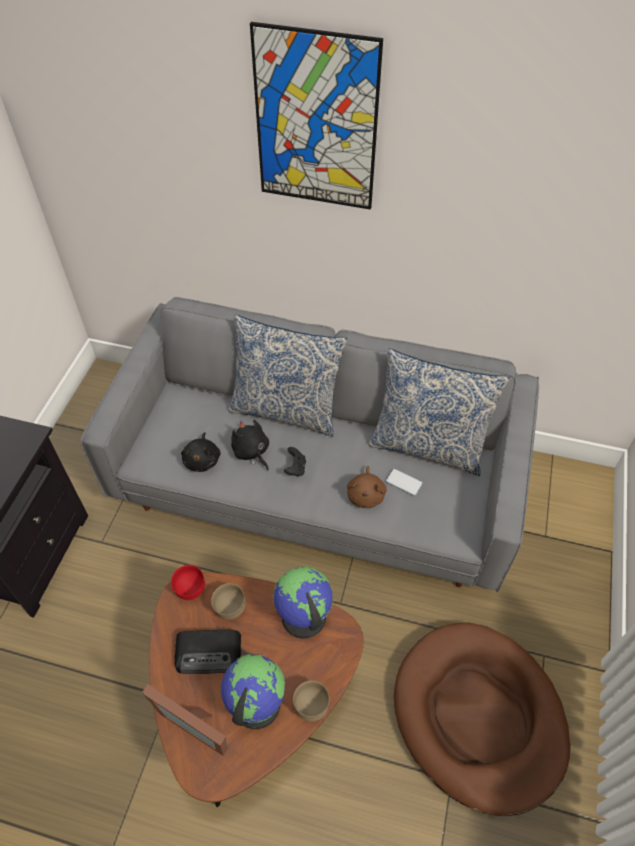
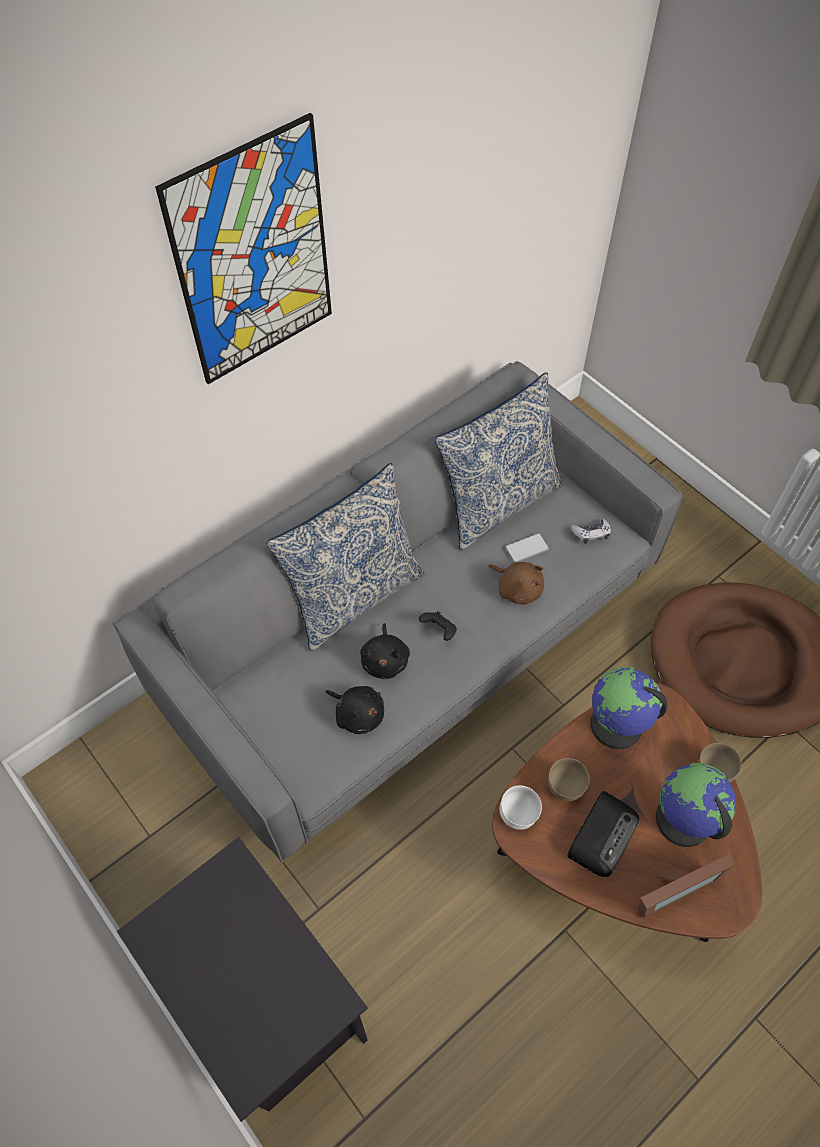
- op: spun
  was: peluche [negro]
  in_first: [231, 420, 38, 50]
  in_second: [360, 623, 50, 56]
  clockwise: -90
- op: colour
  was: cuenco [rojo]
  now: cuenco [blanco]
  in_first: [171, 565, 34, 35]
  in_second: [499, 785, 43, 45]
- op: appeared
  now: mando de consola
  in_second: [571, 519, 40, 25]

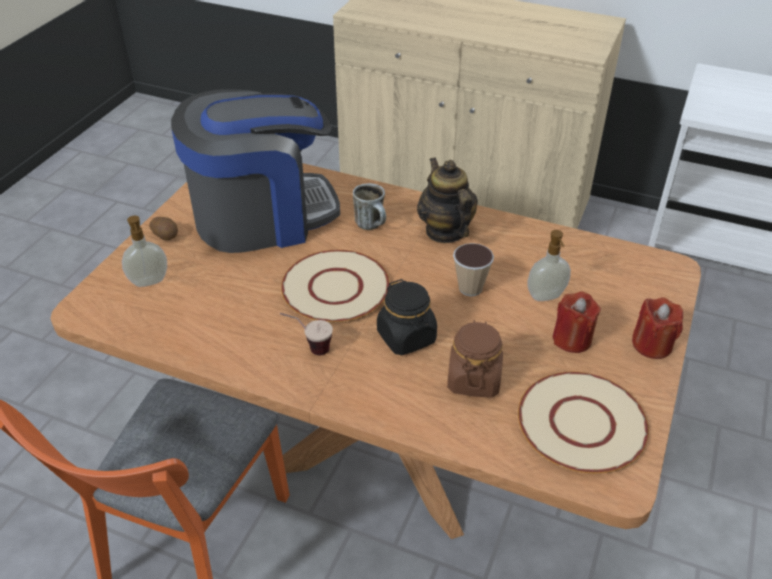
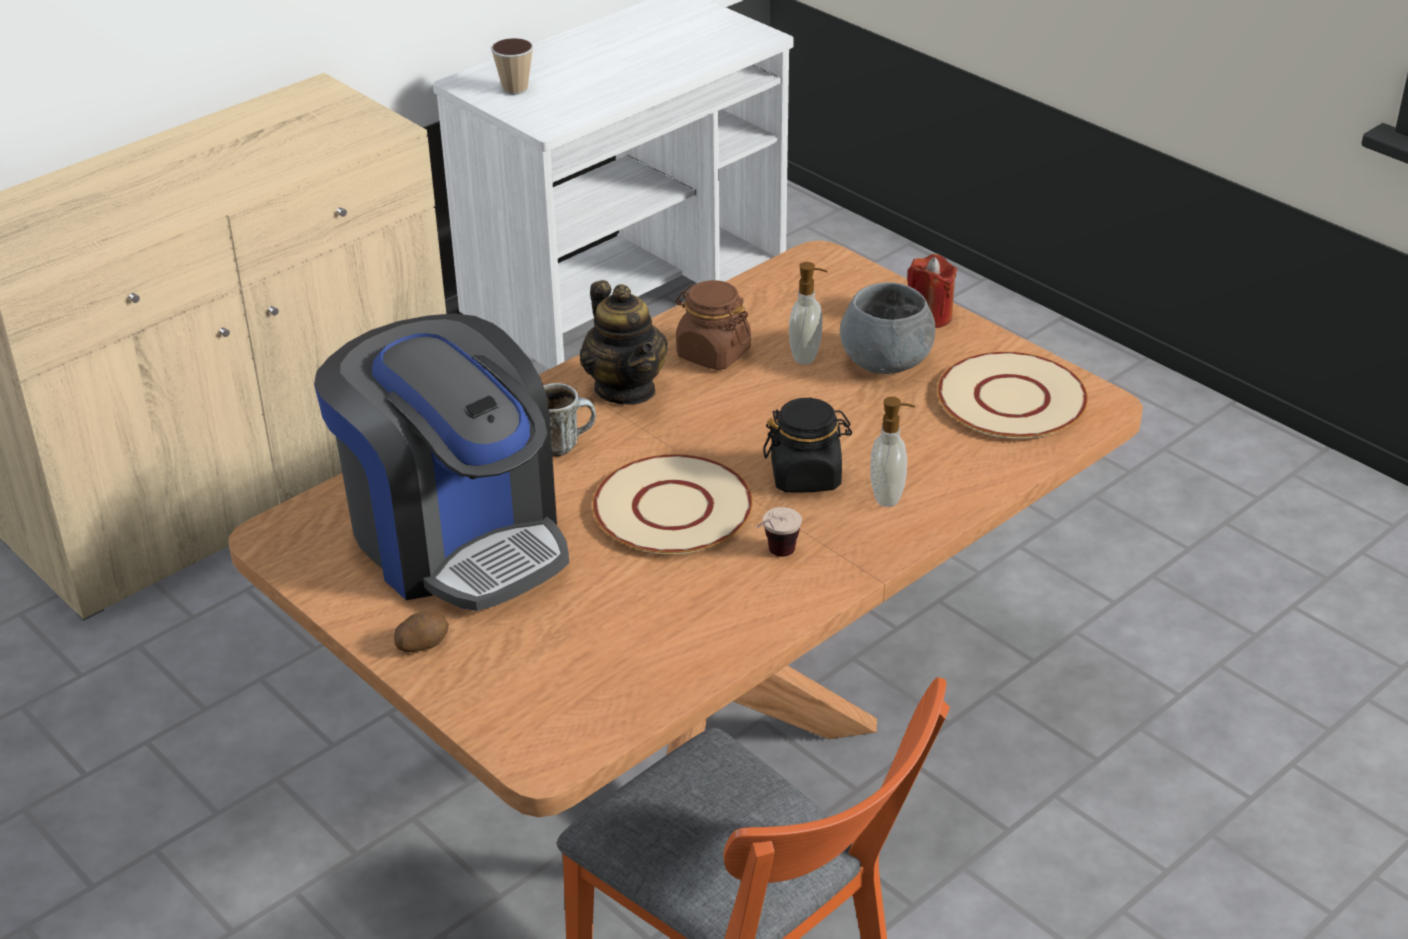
- op: spun
  was: cafetera
  in_first: [171, 89, 169, 164]
  in_second: [314, 313, 255, 298]
  clockwise: 135
- op: spun
  was: tetera
  in_first: [417, 157, 61, 86]
  in_second: [580, 280, 88, 125]
  clockwise: -120
- op: relocated
  was: dispensador de jabón
  in_first: [122, 216, 45, 71]
  in_second: [870, 397, 45, 110]
- op: relocated
  was: taza
  in_first: [453, 243, 41, 53]
  in_second: [491, 38, 42, 57]
- op: exchanged
  was: vela [rojo]
  now: cuenco [gris]
  in_first: [553, 292, 48, 61]
  in_second: [840, 282, 95, 92]
- op: relocated
  was: tarro [marrón]
  in_first: [447, 320, 56, 78]
  in_second: [675, 280, 76, 90]

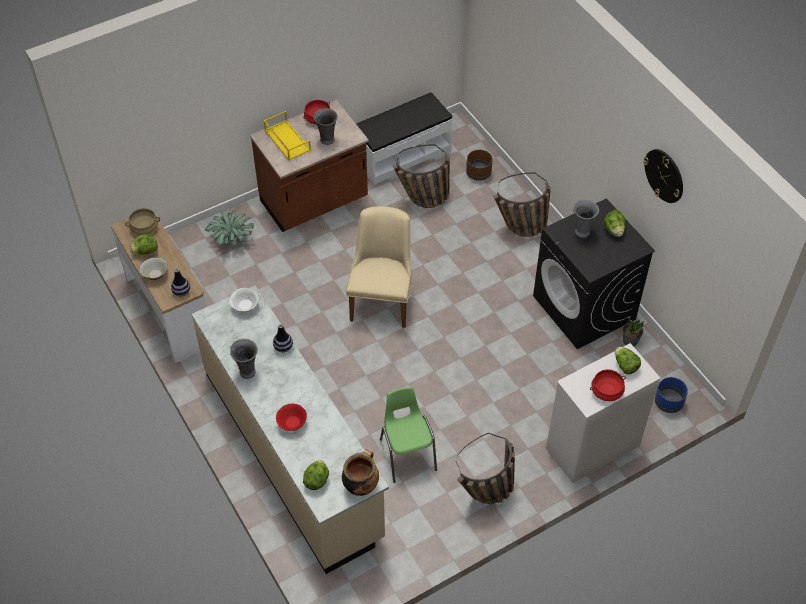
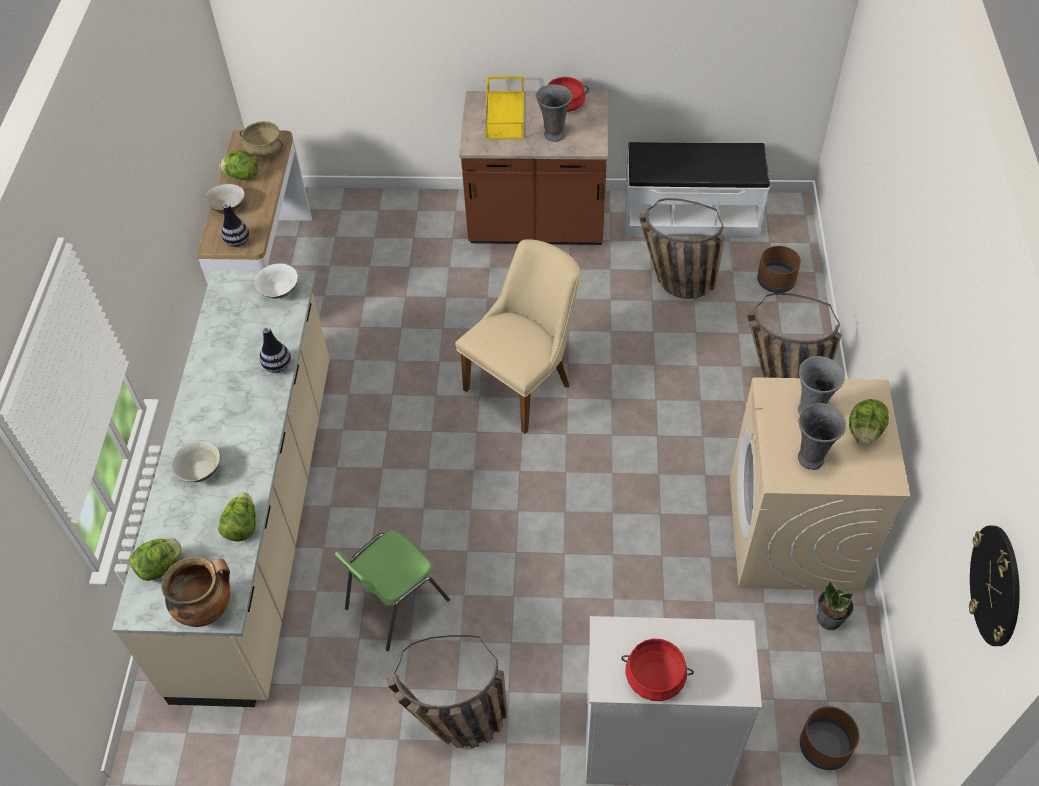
- op: relocated
  was: reloj de pared
  in_first: [643, 149, 40, 54]
  in_second: [969, 526, 51, 120]
- op: colour
  was: lavadora [negro]
  now: lavadora [beis]
  in_first: [533, 198, 122, 151]
  in_second: [730, 377, 180, 214]
- op: missing
  was: planta en maceta
  in_first: [205, 211, 49, 35]
- op: relocated
  was: florero [gris]
  in_first: [230, 339, 28, 40]
  in_second: [798, 403, 48, 67]
- op: relocated
  was: lechuga
  in_first: [615, 347, 26, 28]
  in_second: [218, 492, 38, 50]
- op: colour
  was: maceta [azul]
  now: maceta [marrón]
  in_first: [655, 377, 33, 36]
  in_second: [800, 706, 59, 64]
- op: spun
  was: silla [verde]
  in_first: [380, 387, 57, 96]
  in_second: [335, 530, 115, 121]
  clockwise: -150
- op: colour
  was: cuenco [rojo]
  now: cuenco [beis]
  in_first: [276, 404, 31, 27]
  in_second: [172, 440, 48, 42]

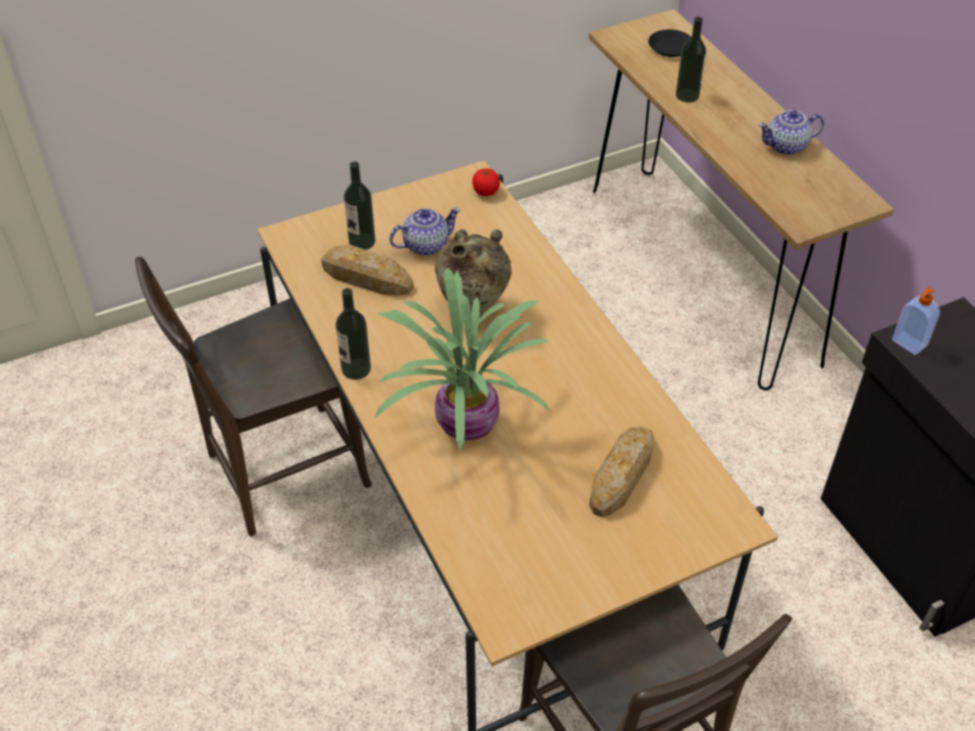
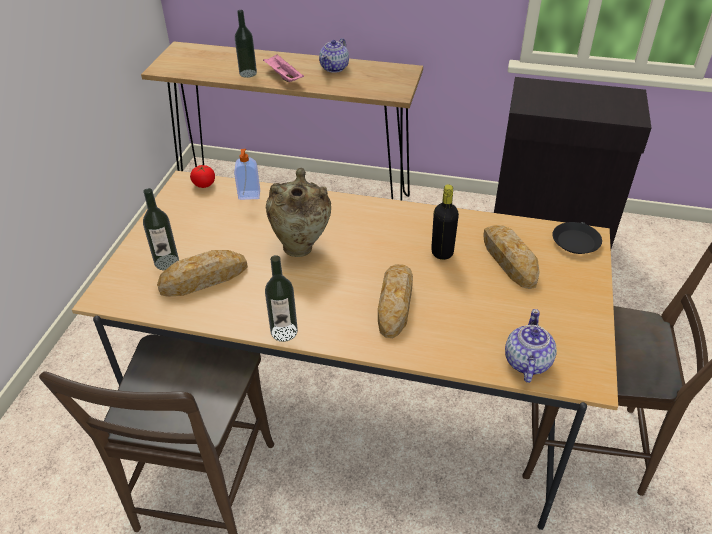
- op: relocated
  was: plato [negro]
  in_first: [648, 29, 43, 28]
  in_second: [552, 222, 50, 32]
- op: relocated
  was: tetera
  in_first: [389, 207, 72, 49]
  in_second: [505, 309, 52, 74]
- op: exchanged
  was: planta en maceta
  now: pan
  in_first: [374, 268, 177, 184]
  in_second: [378, 264, 35, 74]
- op: relocated
  was: dispensador de jabón
  in_first: [892, 287, 48, 68]
  in_second: [234, 149, 26, 51]
- op: appeared
  now: bandeja [rosa]
  in_second: [263, 54, 41, 28]
- op: appeared
  now: botella [negro]
  in_second: [431, 184, 28, 76]

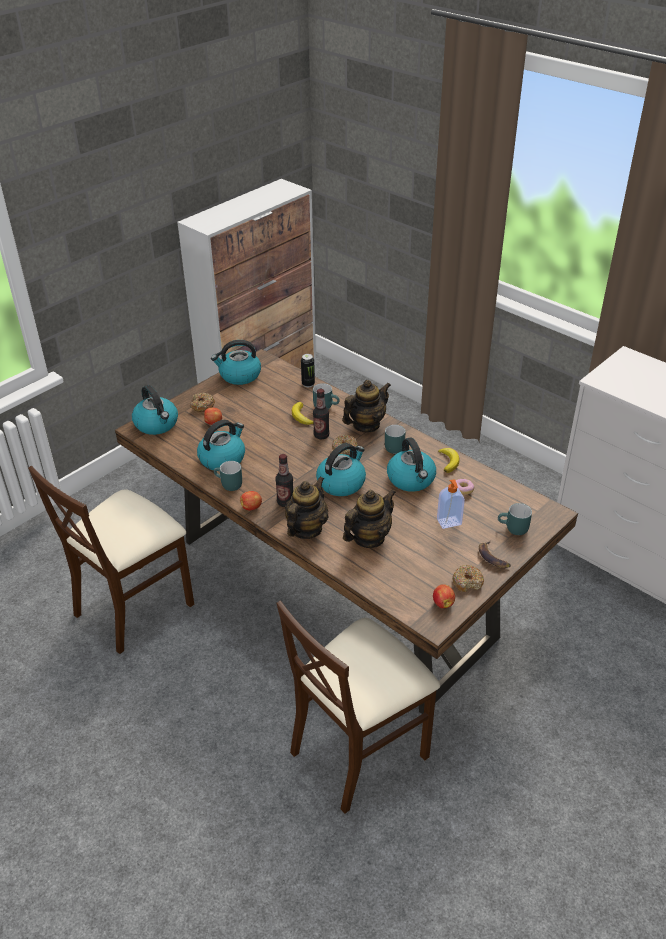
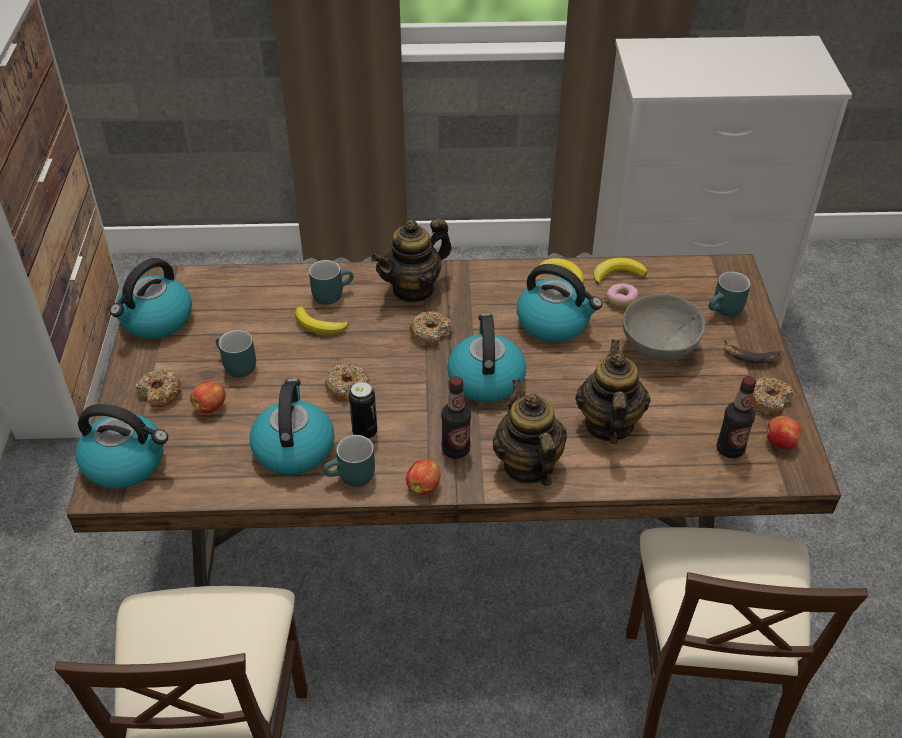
- op: relocated
  was: lata
  in_first: [301, 354, 14, 33]
  in_second: [349, 382, 28, 57]
- op: spun
  was: tetera
  in_first: [342, 380, 49, 52]
  in_second: [371, 218, 81, 85]
  clockwise: -135
- op: relocated
  was: botella
  in_first: [313, 389, 16, 50]
  in_second: [716, 376, 40, 82]
- op: relocated
  was: taza grande [turquesa]
  in_first: [385, 425, 21, 29]
  in_second: [216, 330, 40, 47]
- op: exchanged
  was: dispensador de jabón
  now: cuenco [gris]
  in_first: [437, 479, 28, 50]
  in_second: [623, 294, 82, 67]
- op: appeared
  now: plátano
  in_second: [593, 258, 54, 27]
- op: appeared
  now: rosquilla
  in_second: [325, 363, 44, 39]

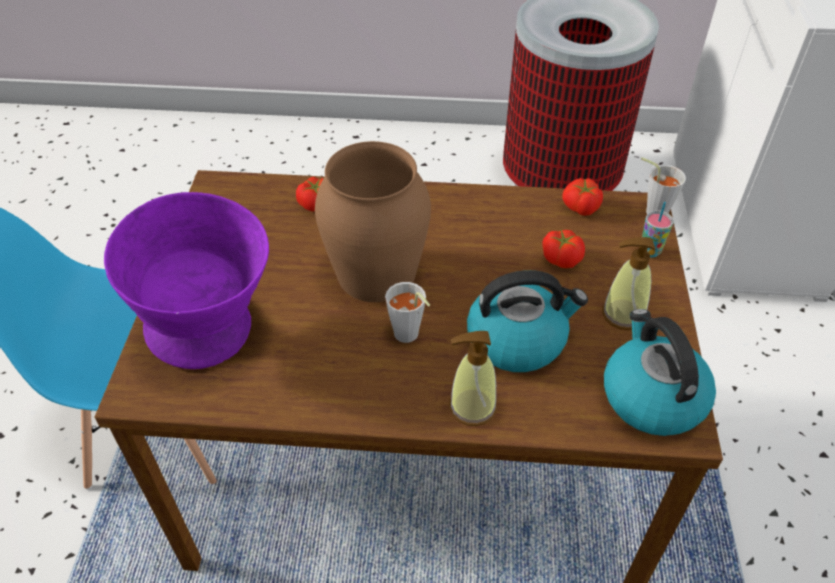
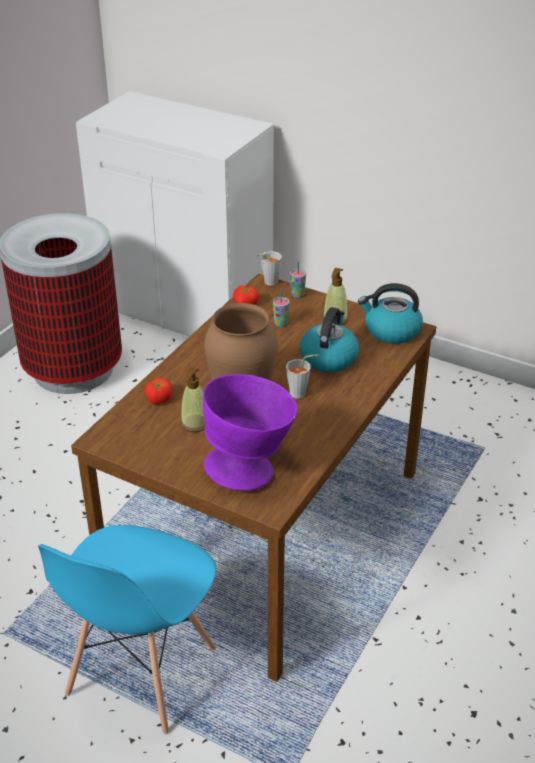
- op: exchanged
  was: tomate
  now: taza
  in_first: [542, 230, 43, 38]
  in_second: [273, 290, 16, 37]
- op: relocated
  was: dispensador de jabón
  in_first: [449, 331, 48, 95]
  in_second: [181, 368, 24, 64]

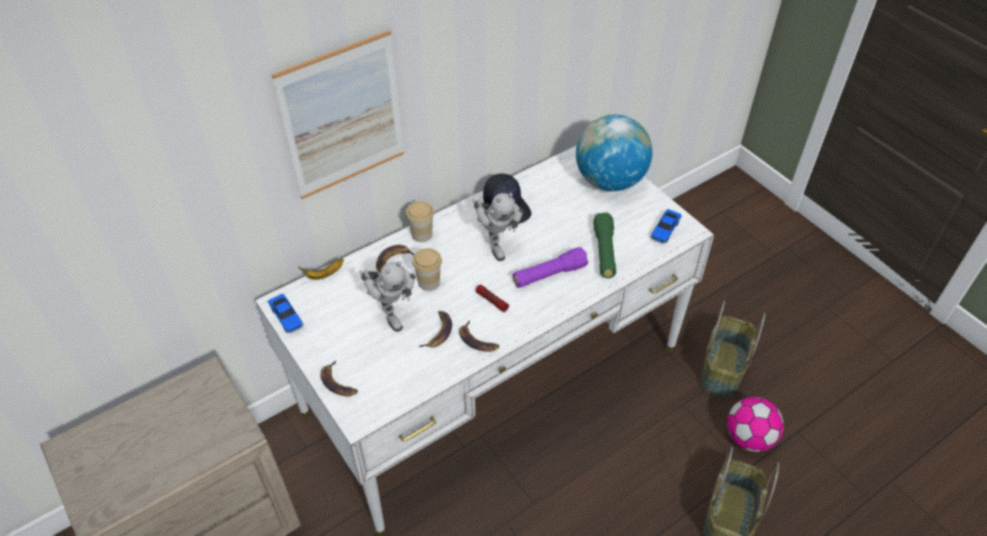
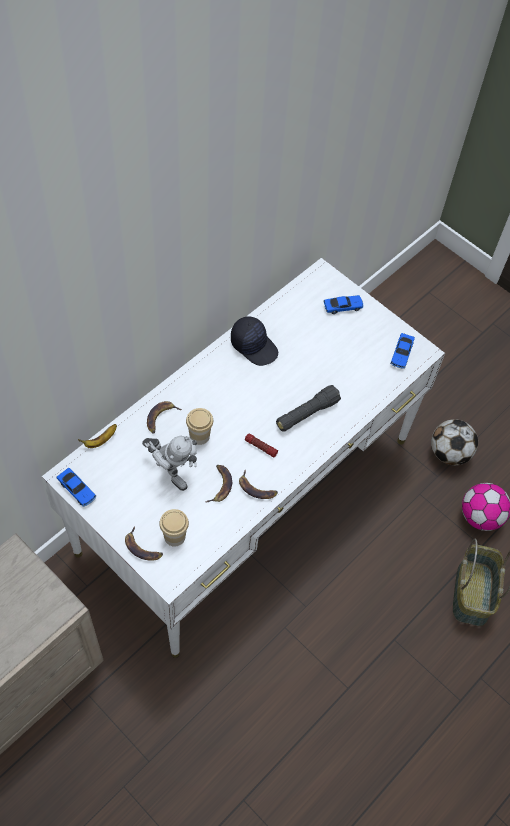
- op: missing
  was: cuadro
  in_first: [272, 30, 132, 169]
- op: exchanged
  was: globo terráqueo
  now: coche de juguete
  in_first: [576, 114, 76, 77]
  in_second: [323, 295, 40, 19]
- op: missing
  was: robot de juguete
  in_first: [473, 193, 51, 68]
- op: relocated
  was: taza
  in_first: [406, 201, 28, 41]
  in_second: [159, 509, 30, 38]
- op: missing
  was: linterna [verde]
  in_first: [593, 212, 23, 66]
- op: colour
  was: linterna [morado]
  now: linterna [negro]
  in_first: [513, 247, 76, 41]
  in_second: [276, 385, 65, 47]
- op: exchanged
  was: cesta
  now: balón de fútbol
  in_first: [701, 301, 65, 97]
  in_second: [431, 419, 47, 46]

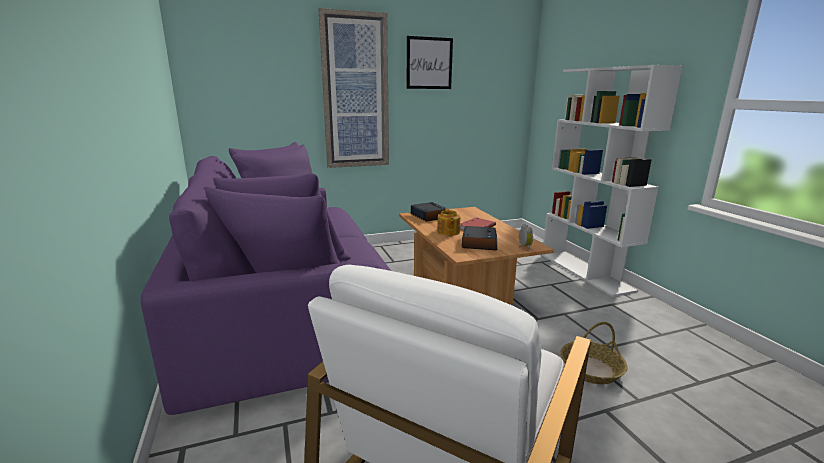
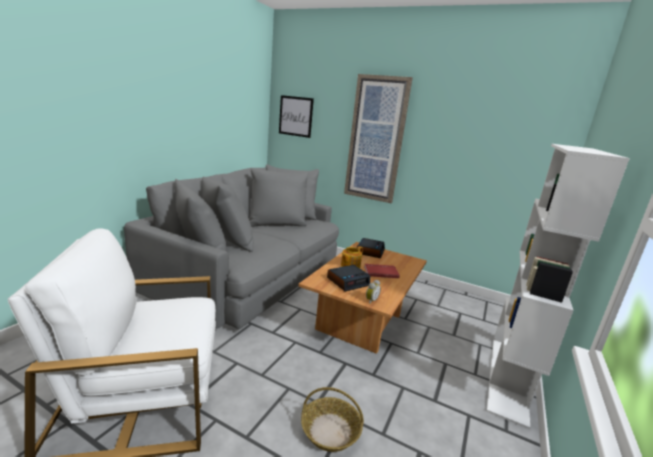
- op: relocated
  was: cuadro
  in_first: [407, 36, 46, 53]
  in_second: [279, 95, 35, 43]
- op: colour
  was: sofá [morado]
  now: sofá [gris]
  in_first: [141, 142, 250, 273]
  in_second: [124, 164, 215, 165]

